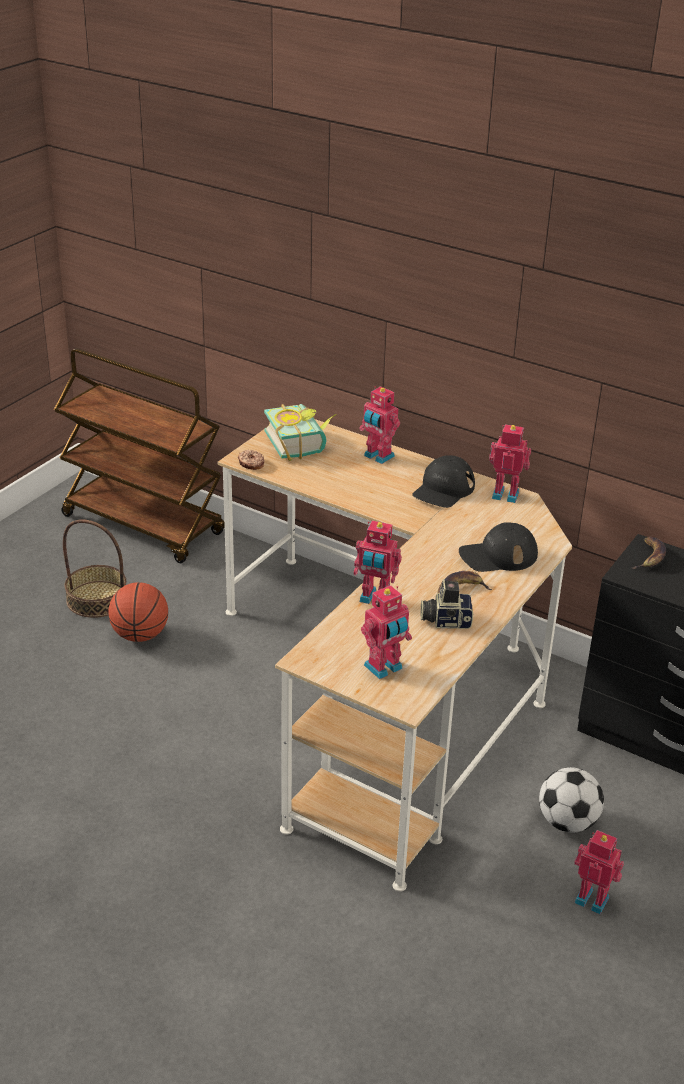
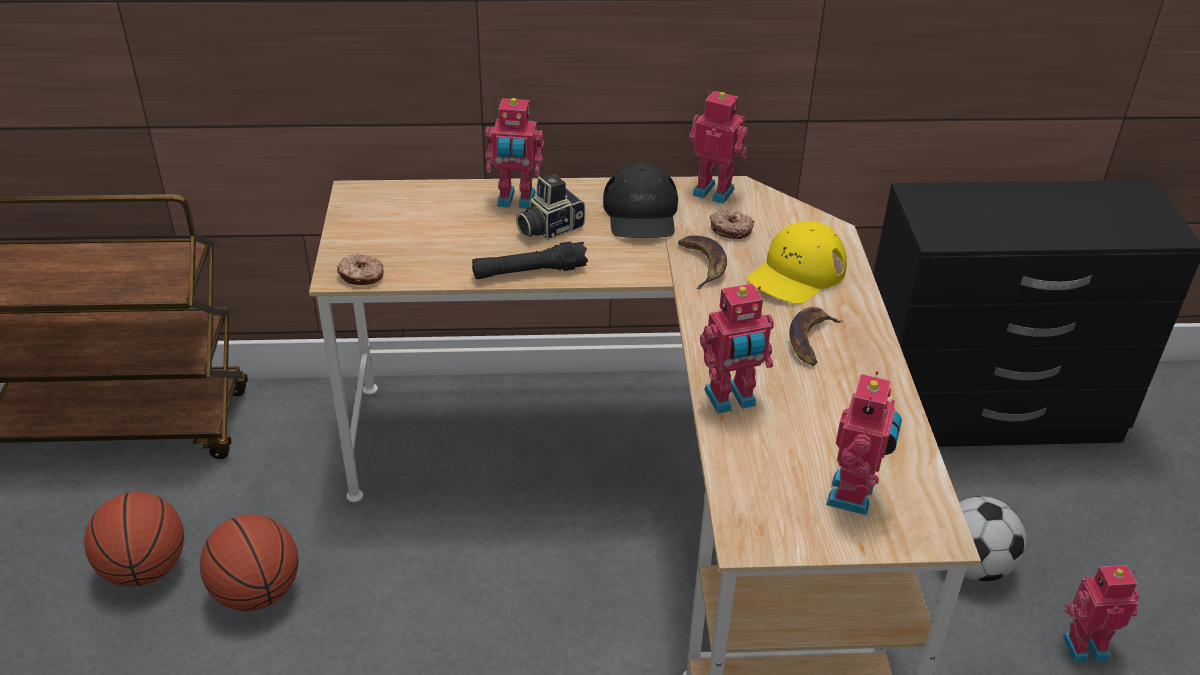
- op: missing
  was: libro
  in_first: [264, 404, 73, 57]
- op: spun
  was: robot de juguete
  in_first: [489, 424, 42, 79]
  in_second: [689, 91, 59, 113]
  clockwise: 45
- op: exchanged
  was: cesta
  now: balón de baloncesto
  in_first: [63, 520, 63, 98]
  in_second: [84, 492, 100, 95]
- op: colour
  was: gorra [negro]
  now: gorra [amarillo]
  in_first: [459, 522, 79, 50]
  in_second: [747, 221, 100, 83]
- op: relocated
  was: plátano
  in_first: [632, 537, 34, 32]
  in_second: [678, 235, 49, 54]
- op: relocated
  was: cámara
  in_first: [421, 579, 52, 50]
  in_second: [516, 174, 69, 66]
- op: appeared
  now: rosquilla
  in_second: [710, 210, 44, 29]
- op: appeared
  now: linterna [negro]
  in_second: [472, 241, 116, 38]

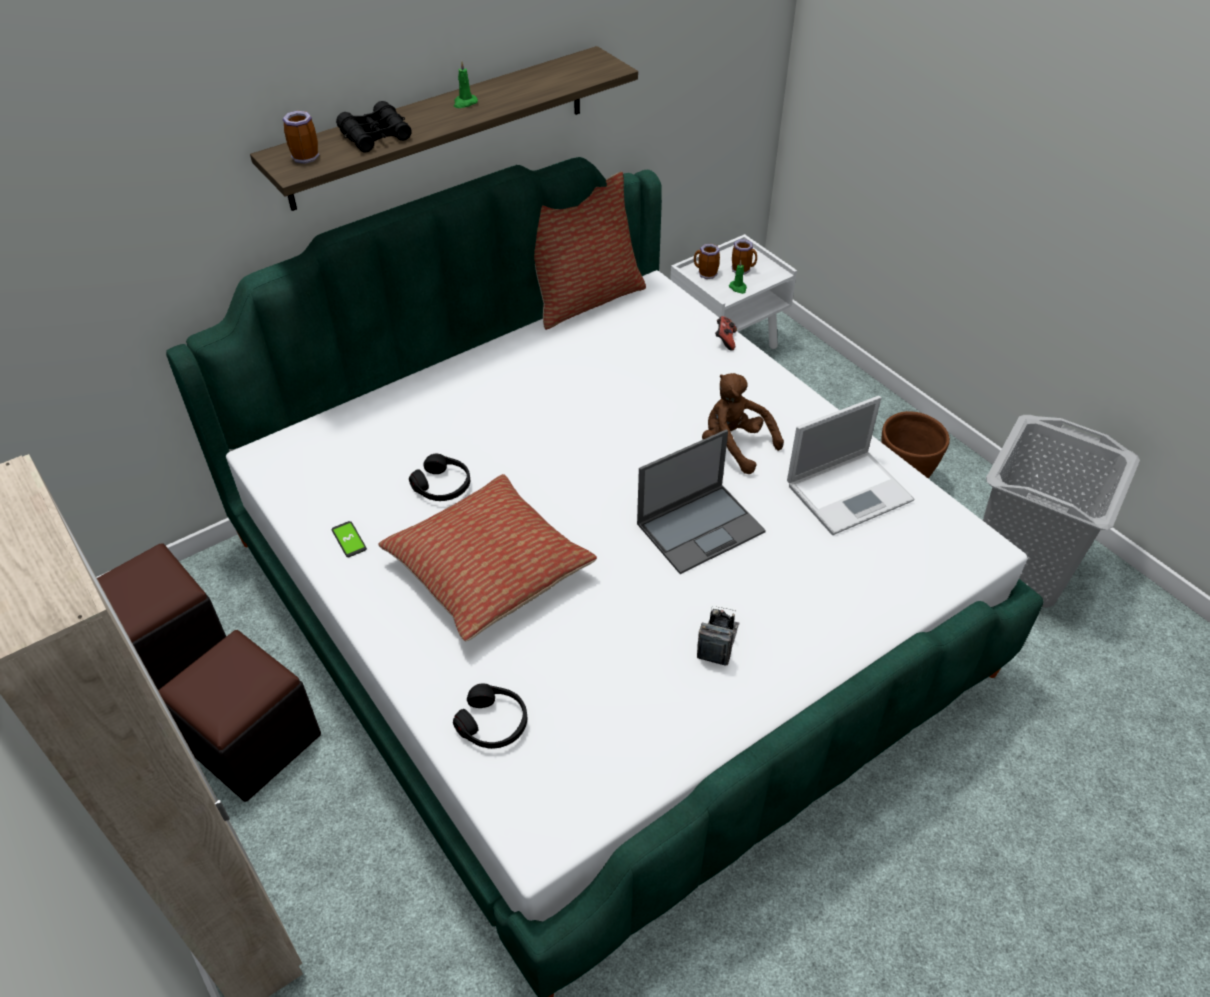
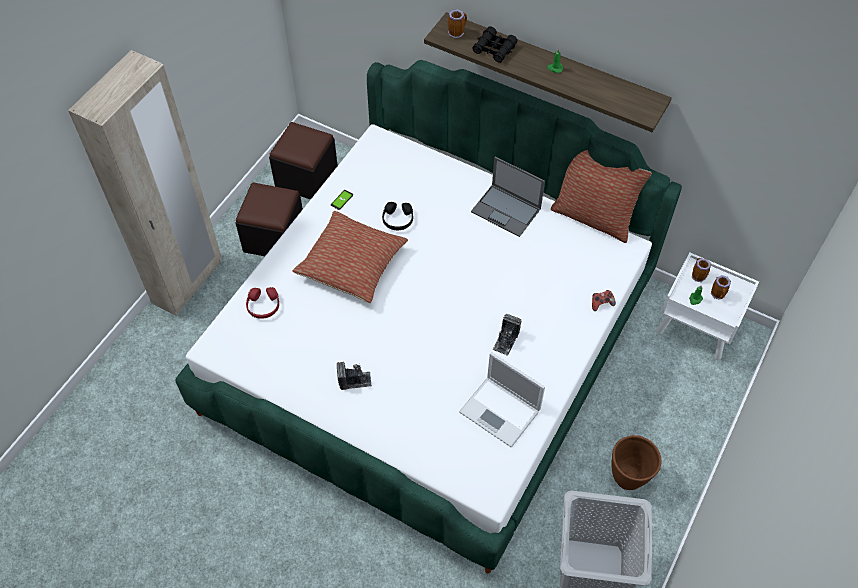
- op: exchanged
  was: peluche [marrón]
  now: cámara
  in_first: [702, 373, 82, 101]
  in_second: [493, 314, 29, 42]
- op: relocated
  was: portátil
  in_first: [637, 429, 129, 145]
  in_second: [471, 157, 74, 80]
- op: colour
  was: auriculares [negro]
  now: auriculares [rojo]
  in_first: [453, 684, 74, 65]
  in_second: [246, 287, 33, 32]

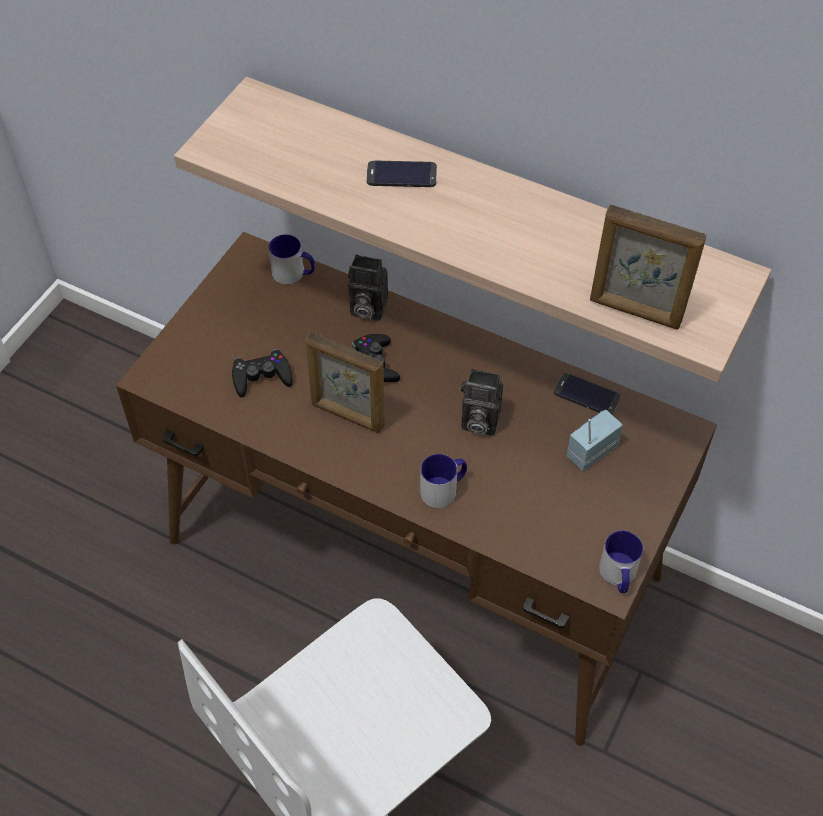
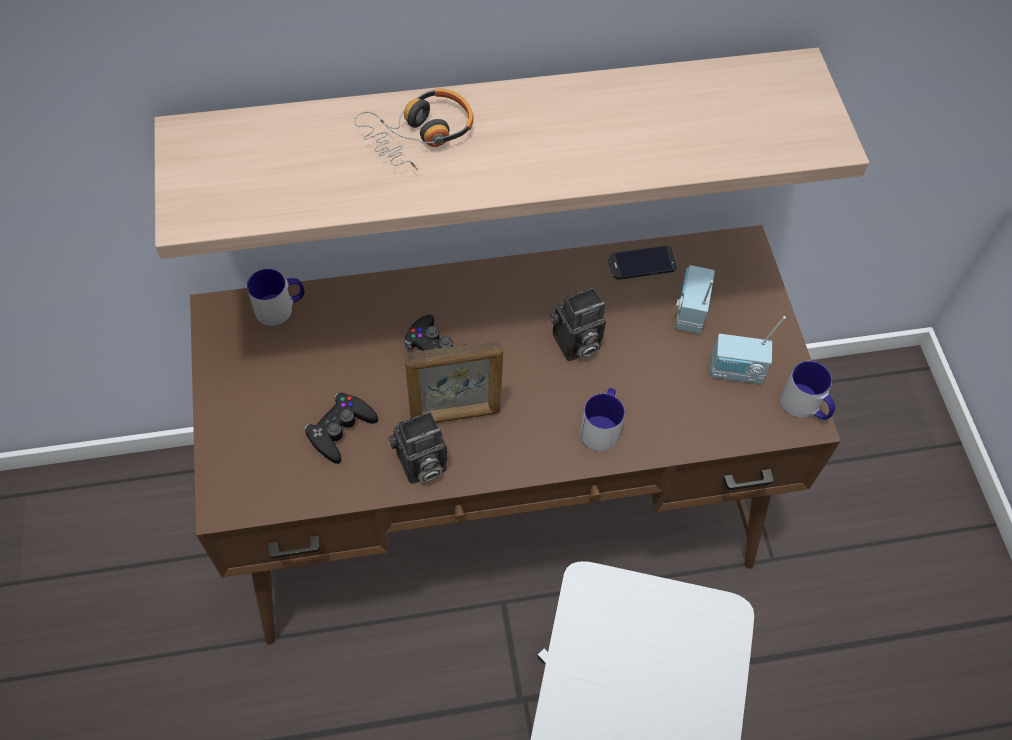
- op: exchanged
  was: móvil
  now: auriculares
  in_first: [366, 161, 71, 26]
  in_second: [354, 89, 119, 81]
- op: missing
  was: portarretratos
  in_first: [590, 204, 117, 126]
- op: relocated
  was: cámara
  in_first: [348, 255, 40, 66]
  in_second: [388, 412, 59, 72]
- op: appeared
  now: radio
  in_second: [710, 316, 76, 68]

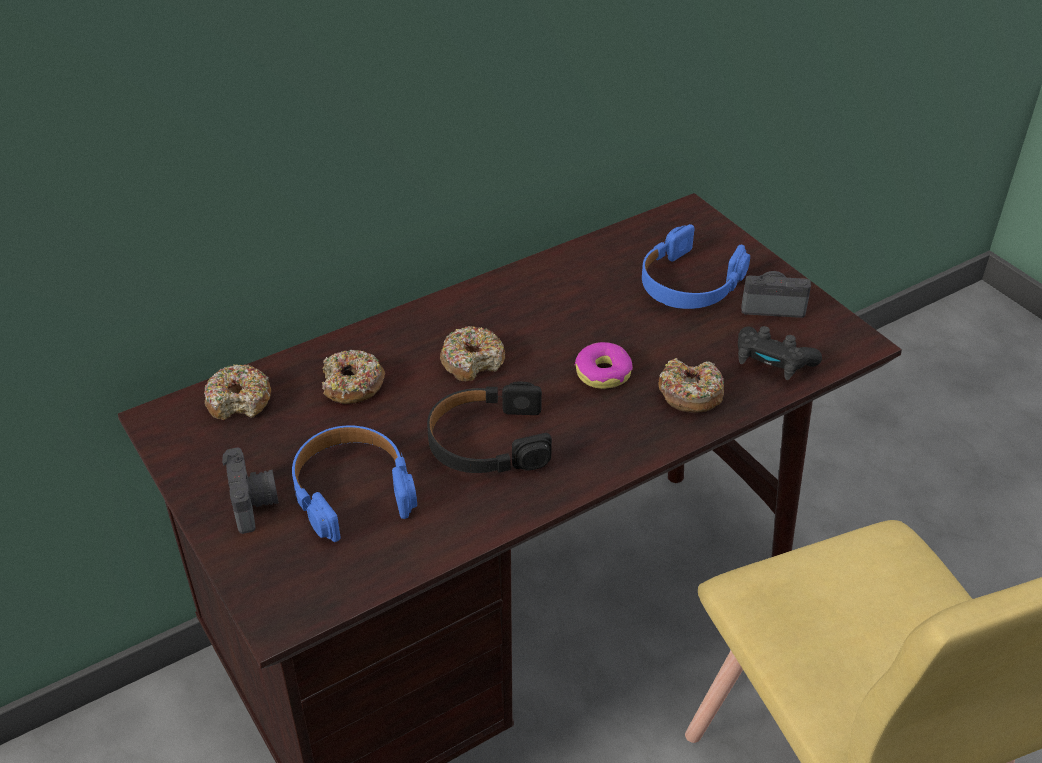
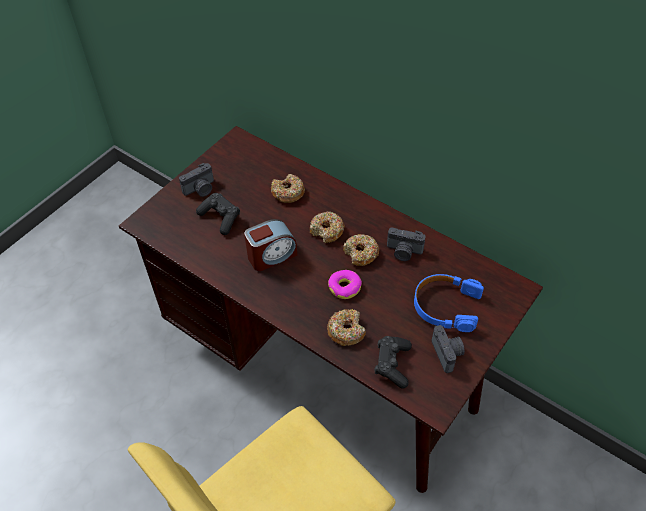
- op: relocated
  was: rosquilla
  in_first: [204, 364, 67, 56]
  in_second: [343, 234, 36, 32]
- op: exchanged
  was: auriculares [negro]
  now: despertador
  in_first: [427, 381, 125, 92]
  in_second: [244, 219, 53, 52]
- op: exchanged
  was: auriculares [azul]
  now: mando de consola [negro]
  in_first: [292, 425, 125, 117]
  in_second: [196, 193, 44, 42]
- op: appeared
  now: cámara
  in_second: [387, 227, 39, 34]

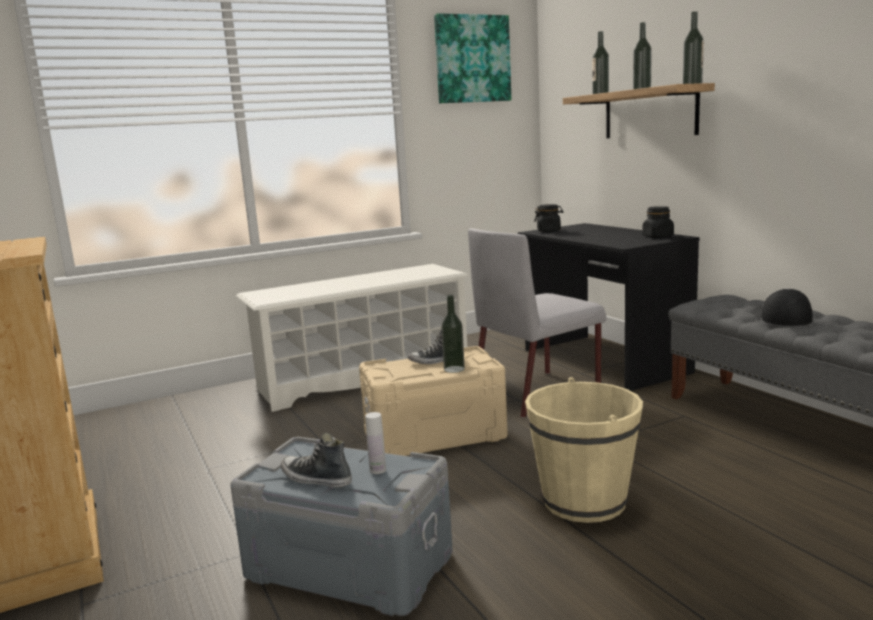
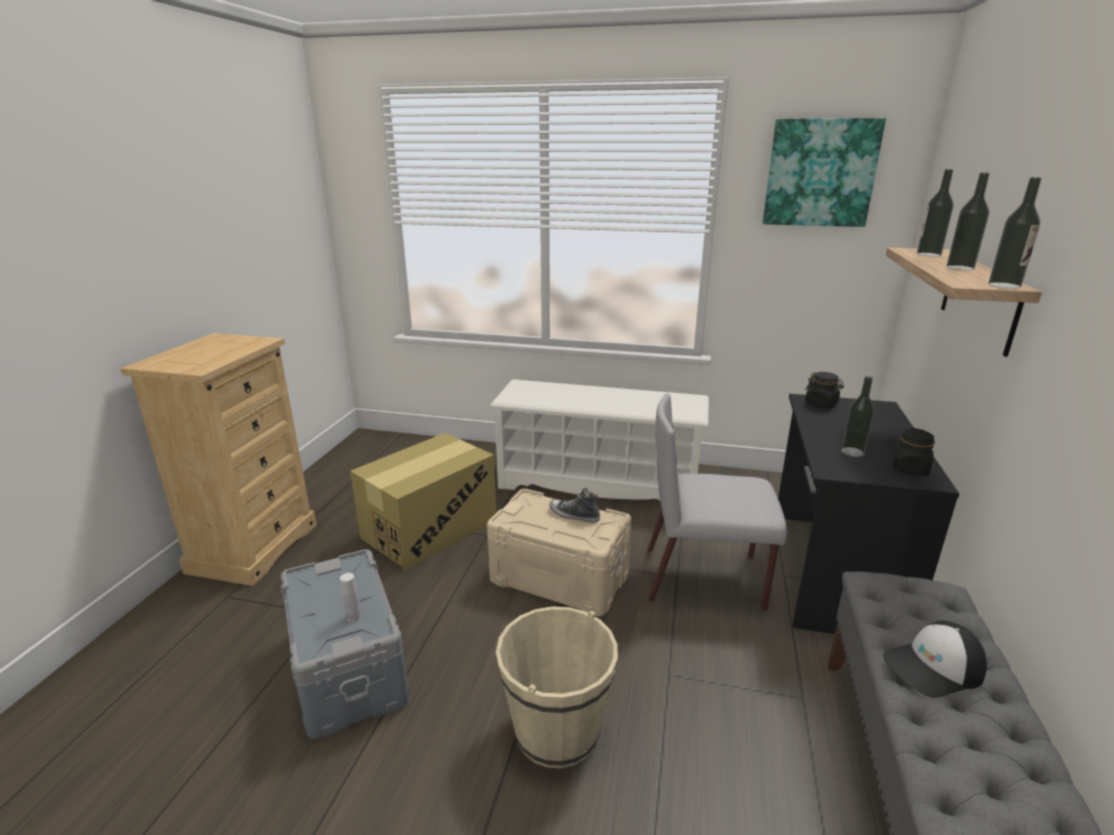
- op: spun
  was: gorra
  in_first: [752, 288, 61, 38]
  in_second: [883, 621, 104, 77]
  clockwise: -150
- op: relocated
  was: botella
  in_first: [441, 295, 24, 78]
  in_second: [841, 376, 33, 81]
- op: missing
  was: zapato
  in_first: [281, 433, 71, 54]
- op: appeared
  now: caja de cartón
  in_second: [350, 433, 147, 137]

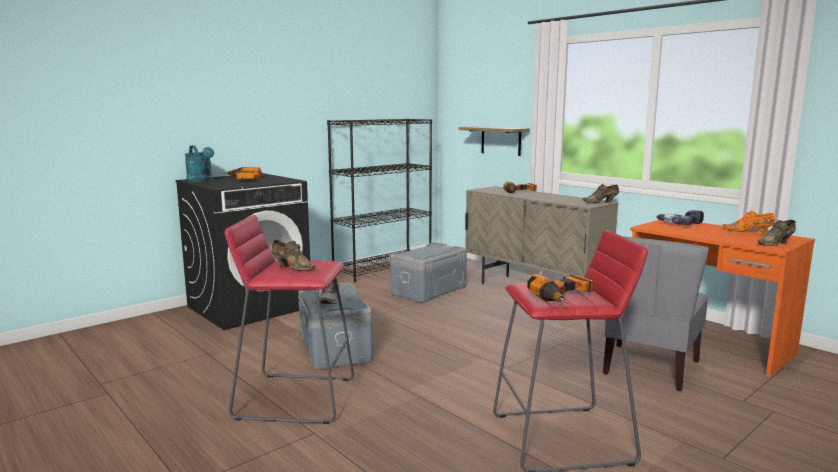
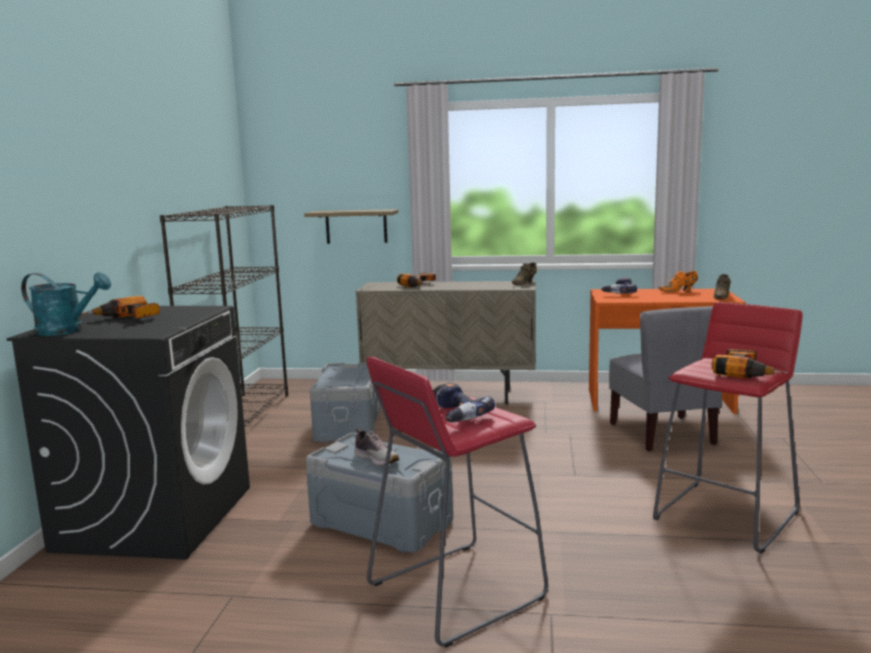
- op: exchanged
  was: zapato [marrón]
  now: taladro
  in_first: [271, 240, 44, 31]
  in_second: [433, 383, 62, 39]

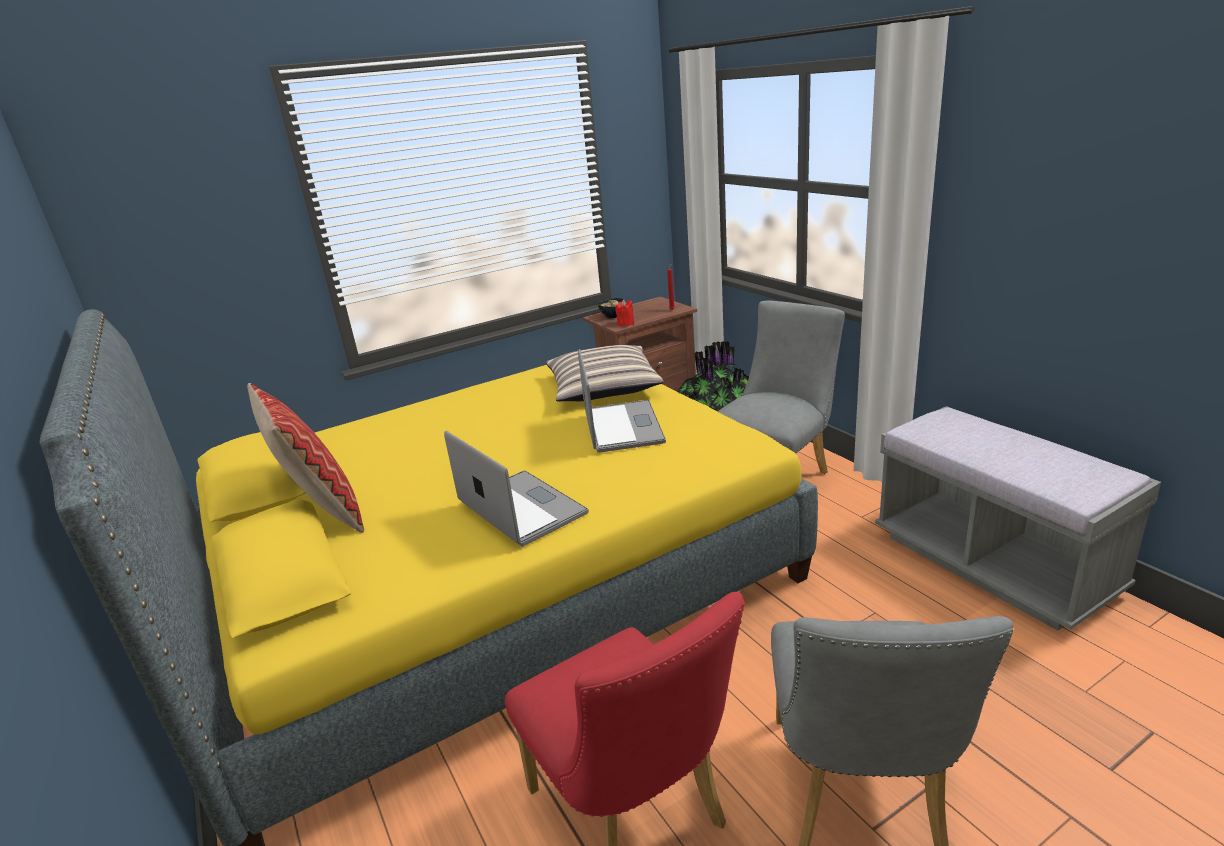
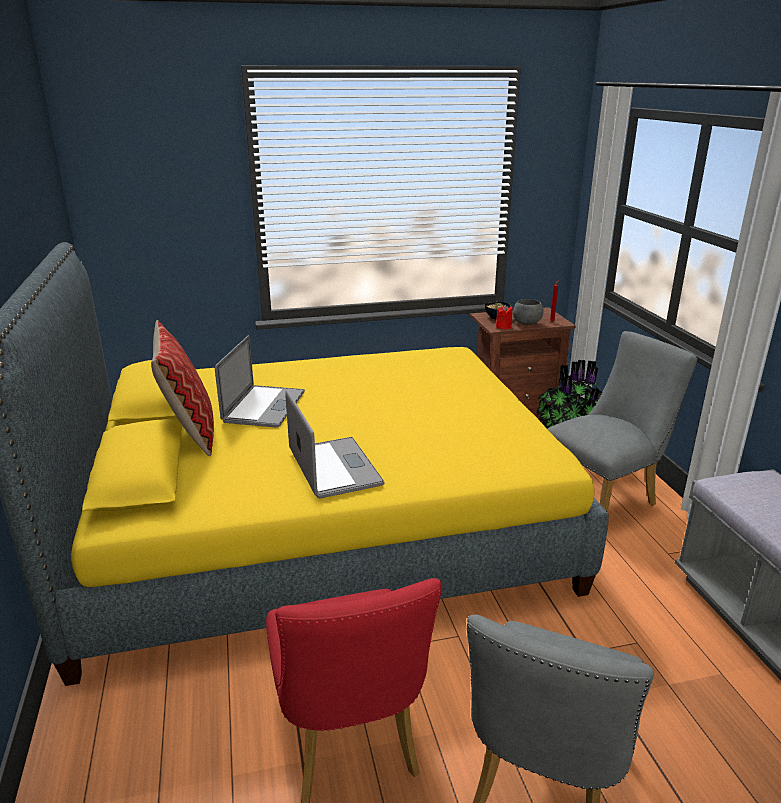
- op: missing
  was: cojín
  in_first: [546, 345, 118, 57]
- op: relocated
  was: portátil
  in_first: [578, 349, 88, 104]
  in_second: [215, 335, 90, 92]
- op: appeared
  now: cuenco [gris]
  in_second: [513, 299, 31, 26]

